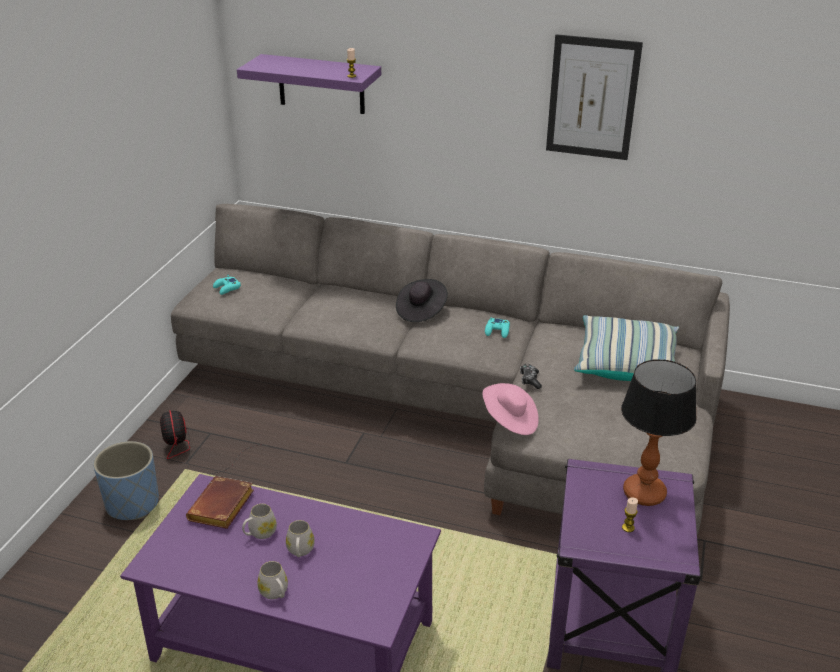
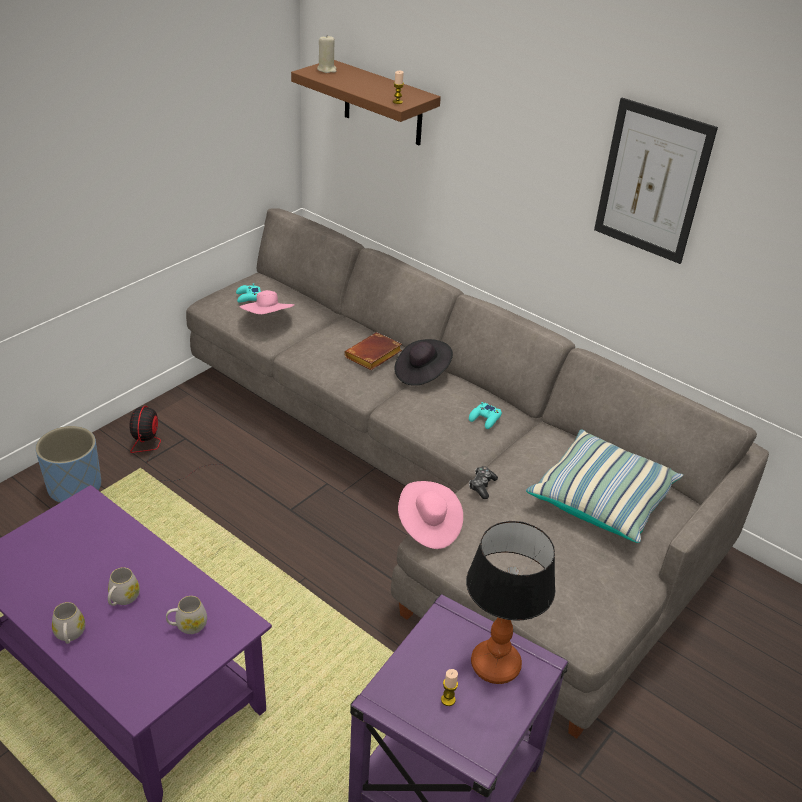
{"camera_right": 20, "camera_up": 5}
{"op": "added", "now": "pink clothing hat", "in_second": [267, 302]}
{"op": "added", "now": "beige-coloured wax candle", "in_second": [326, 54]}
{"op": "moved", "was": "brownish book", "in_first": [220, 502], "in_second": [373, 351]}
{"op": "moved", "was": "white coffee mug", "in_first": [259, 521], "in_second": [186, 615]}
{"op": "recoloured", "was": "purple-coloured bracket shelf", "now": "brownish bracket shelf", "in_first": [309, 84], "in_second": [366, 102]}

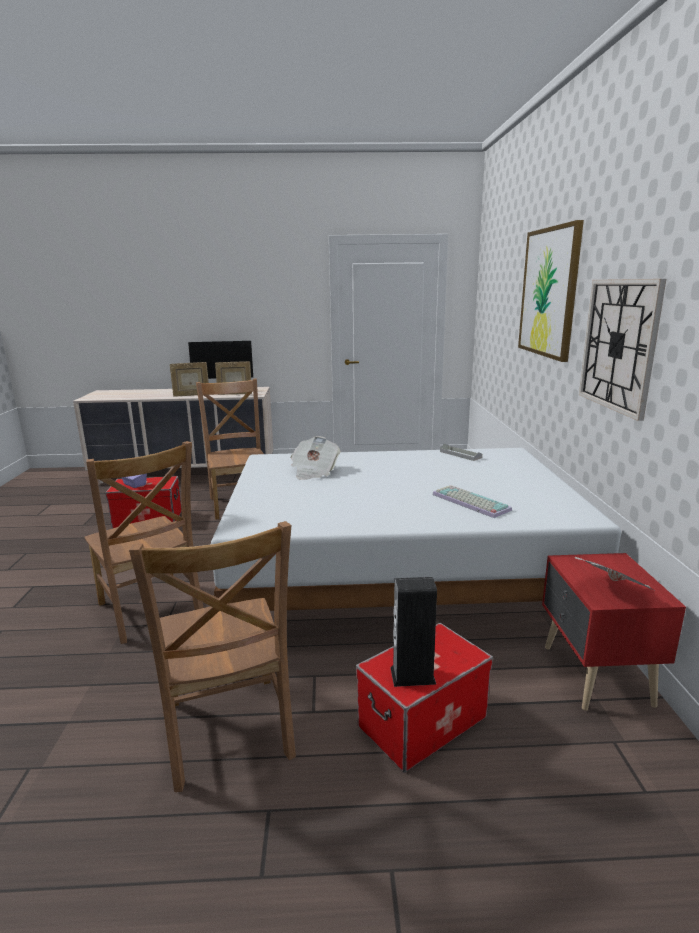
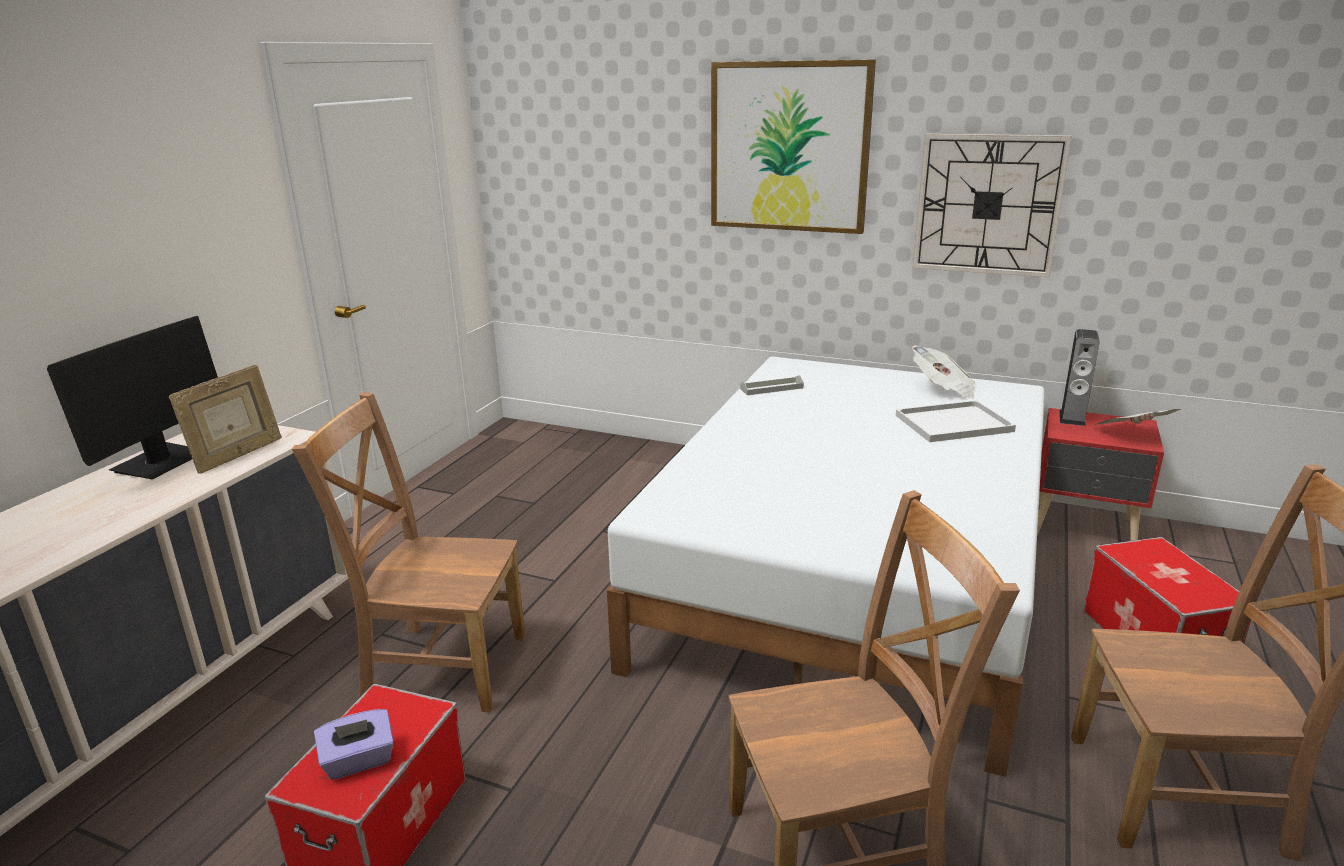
{"camera_right": -65, "camera_up": 5}
{"op": "removed", "was": "picture frame", "in_first": [189, 379]}
{"op": "moved", "was": "printed paper", "in_first": [315, 458], "in_second": [943, 372]}
{"op": "moved", "was": "audio speaker", "in_first": [413, 632], "in_second": [1080, 377]}
{"op": "replaced", "was": "keyboard", "now": "white serving tray", "in_first": [472, 501], "in_second": [956, 421]}

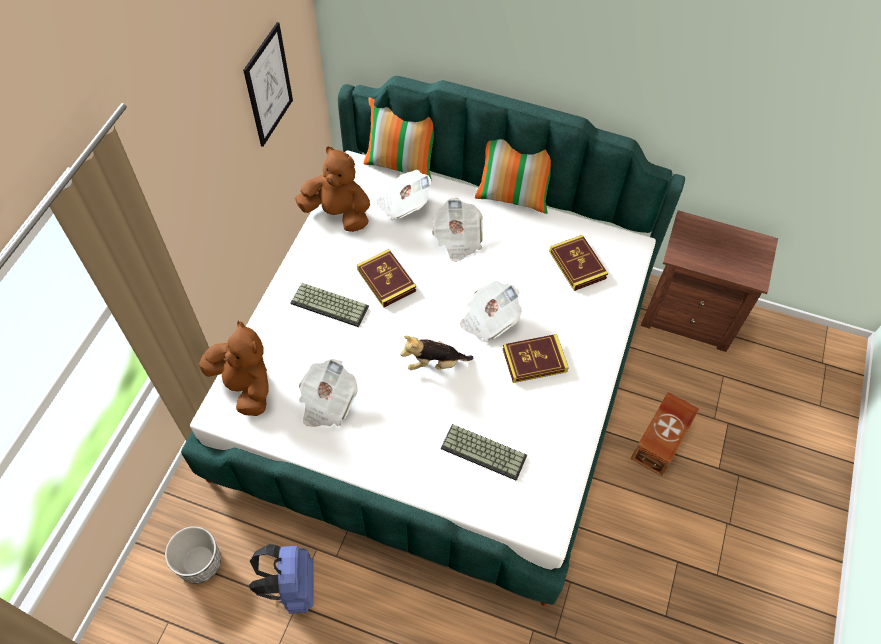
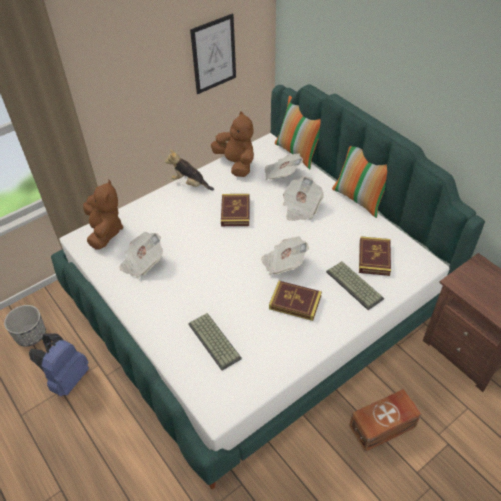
{"camera_right": 35, "camera_up": -10}
{"op": "moved", "was": "keyboard", "in_first": [330, 305], "in_second": [355, 285]}
{"op": "moved", "was": "soft toy", "in_first": [437, 353], "in_second": [189, 170]}

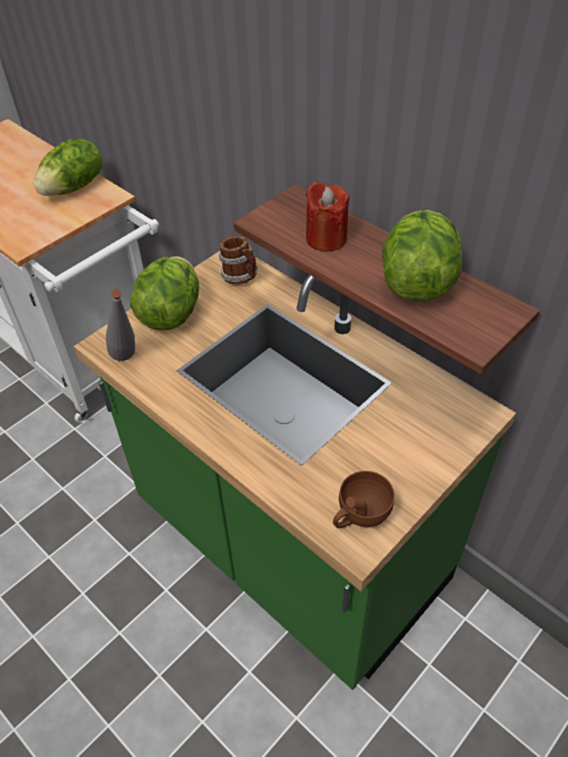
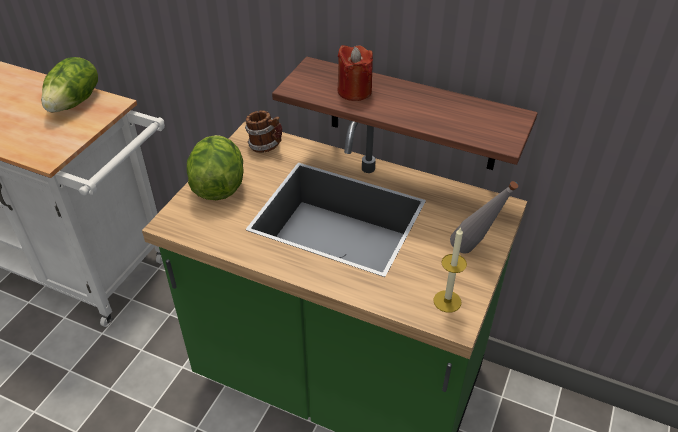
{"camera_right": -20, "camera_up": -5}
{"op": "removed", "was": "head of lettuce", "in_first": [422, 256]}
{"op": "moved", "was": "gray bottle", "in_first": [120, 325], "in_second": [484, 217]}
{"op": "replaced", "was": "brownish cup", "now": "wax candle", "in_first": [364, 499], "in_second": [450, 269]}

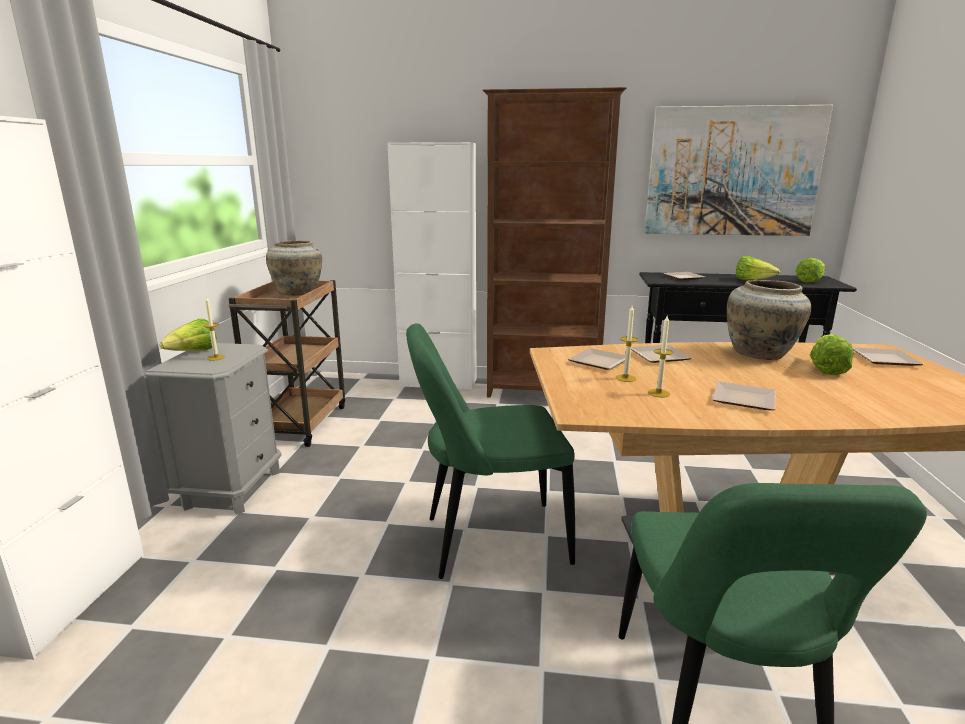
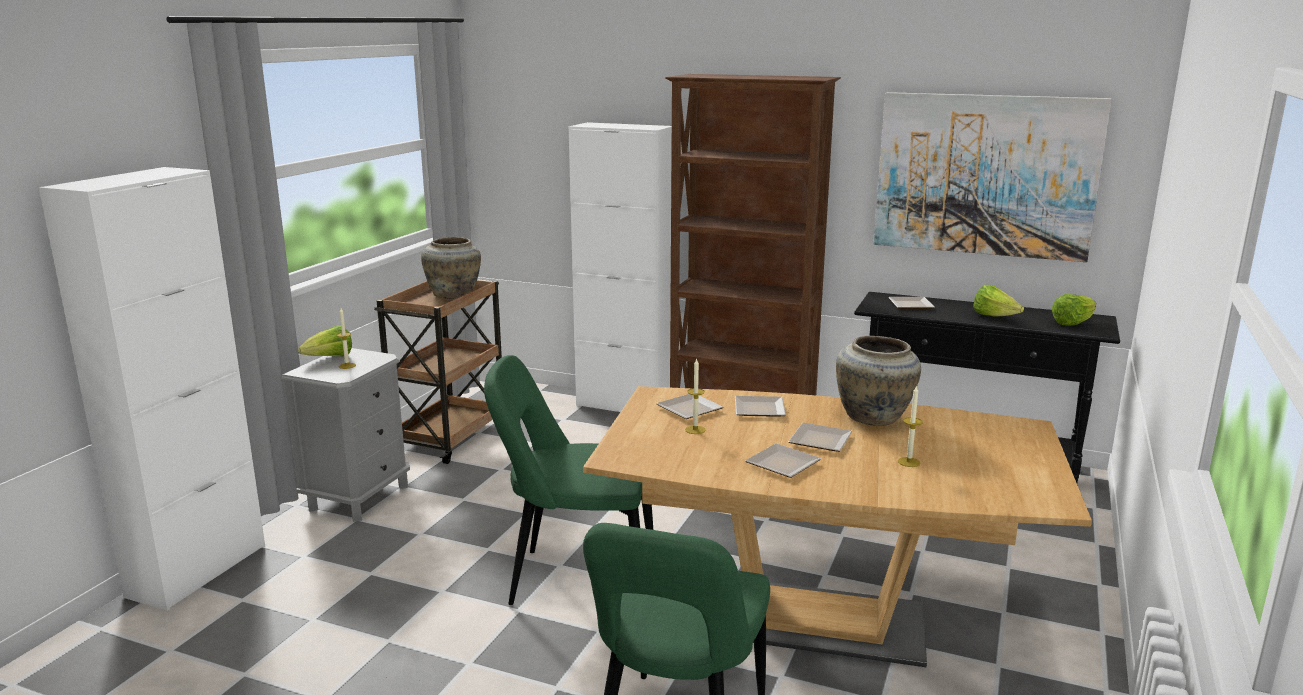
{"camera_right": 15, "camera_up": 0}
{"op": "removed", "was": "head of lettuce", "in_first": [831, 355]}
{"op": "moved", "was": "wax candle", "in_first": [660, 357], "in_second": [910, 426]}
{"op": "moved", "was": "plate", "in_first": [888, 356], "in_second": [820, 437]}

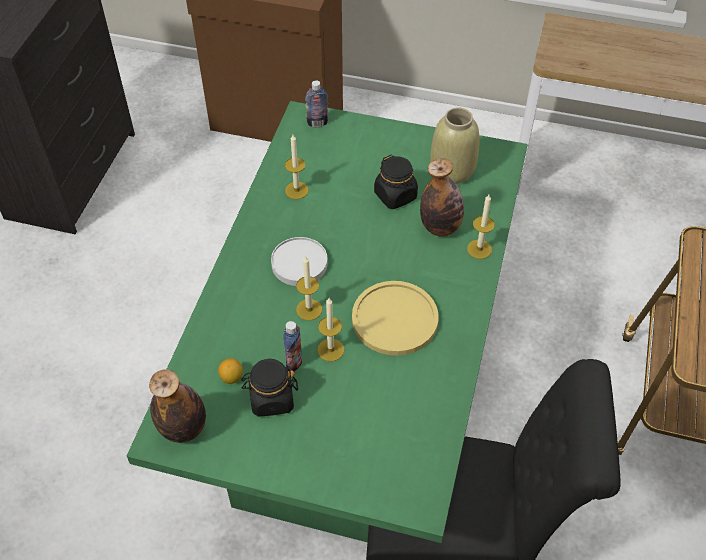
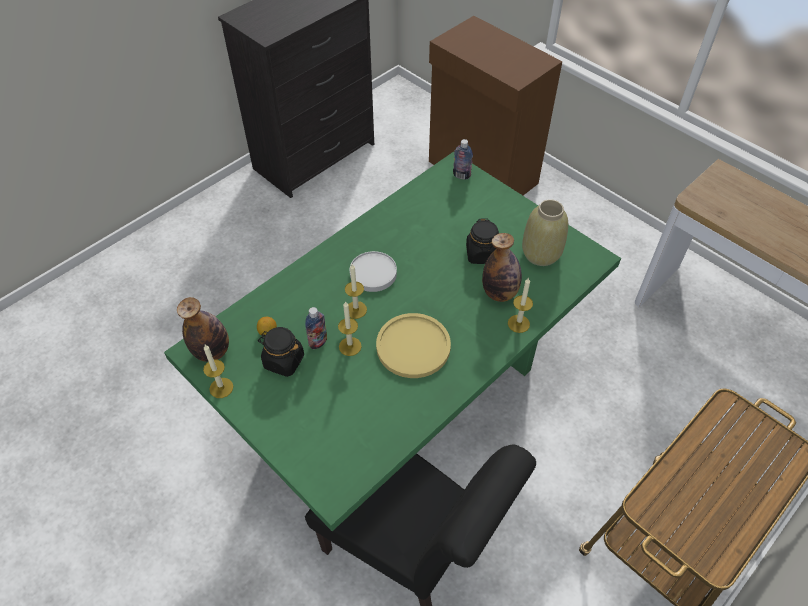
{"camera_right": 30, "camera_up": 0}
{"op": "moved", "was": "wax candle", "in_first": [297, 167], "in_second": [218, 371]}

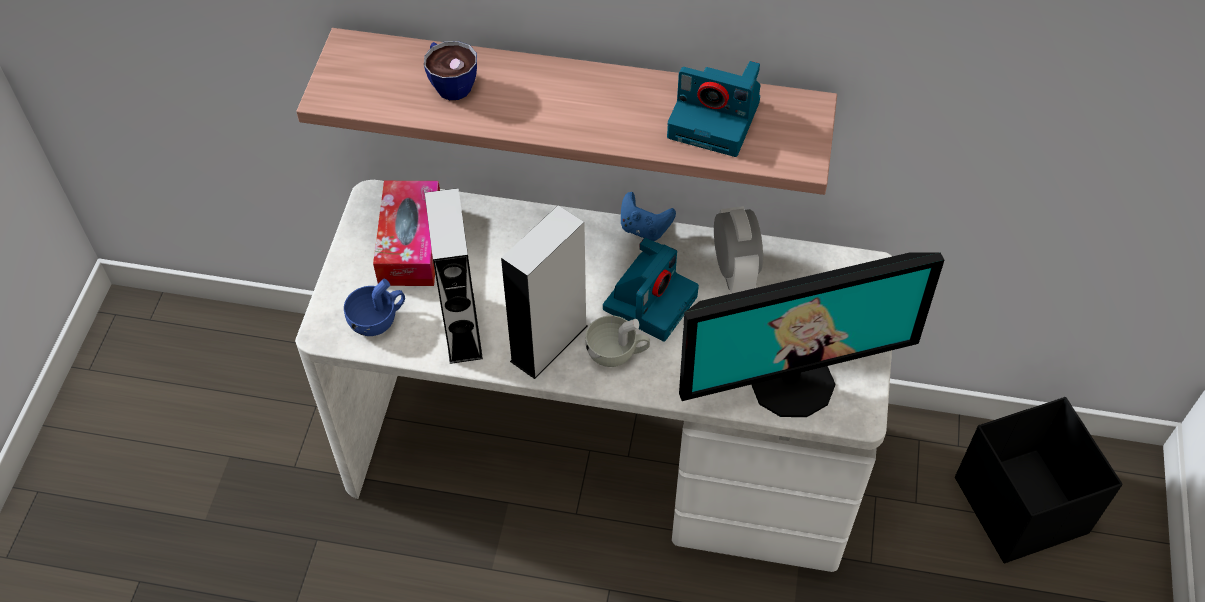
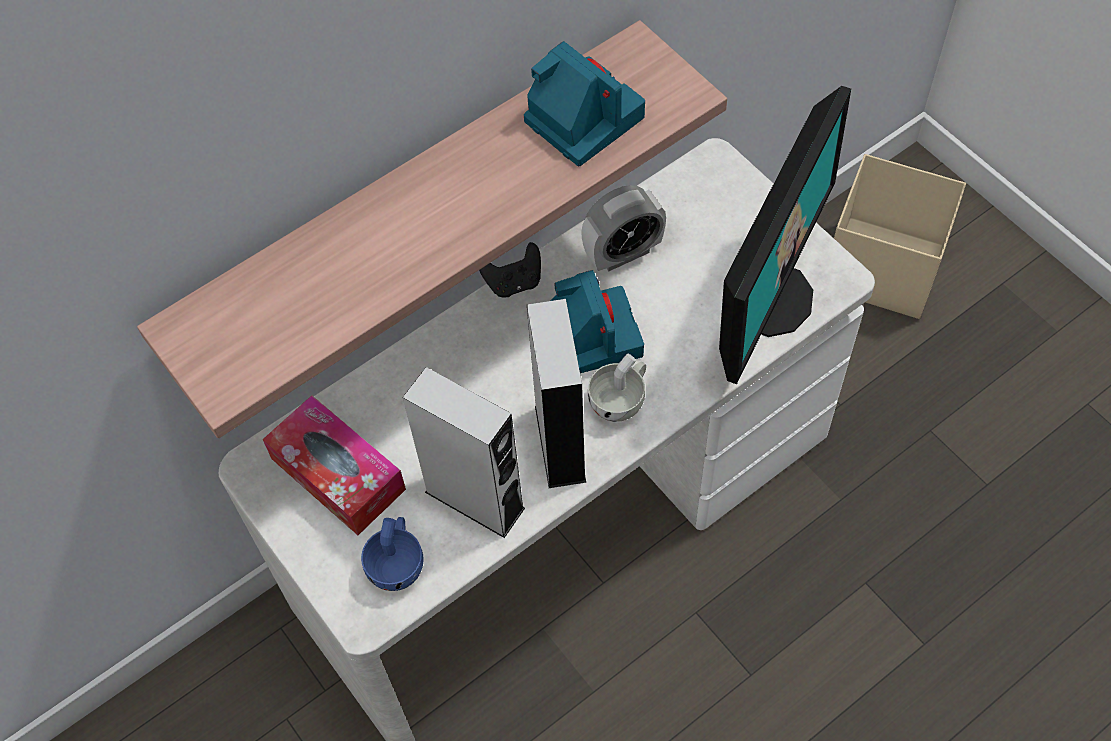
{"camera_right": -45, "camera_up": 5}
{"op": "removed", "was": "cup", "in_first": [450, 70]}
{"op": "recoloured", "was": "bluish game controller", "now": "black-coloured game controller", "in_first": [648, 216], "in_second": [510, 269]}
{"op": "recoloured", "was": "black-coloured storage box", "now": "beige-coloured storage box", "in_first": [1038, 480], "in_second": [900, 236]}
{"op": "turned", "was": "still camera", "in_first": [714, 109], "in_second": [584, 103], "clockwise": -105}
{"op": "turned", "was": "bedside clock", "in_first": [738, 250], "in_second": [623, 228], "clockwise": 120}

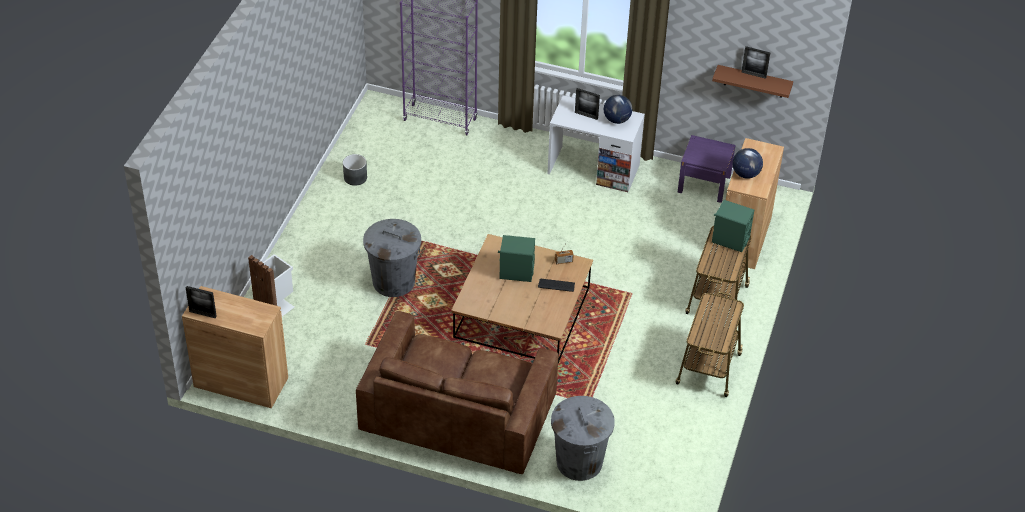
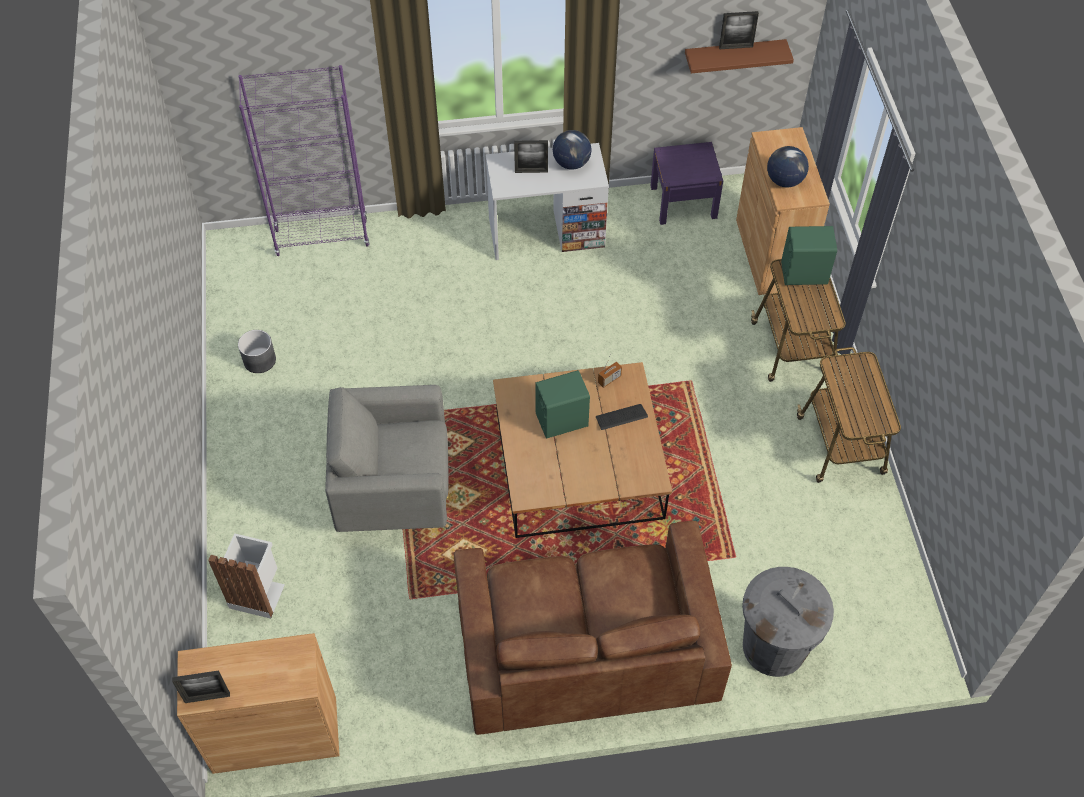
{"camera_right": -25, "camera_up": 10}
{"op": "replaced", "was": "gray trash can", "now": "gray easy chair", "in_first": [392, 258], "in_second": [387, 458]}

